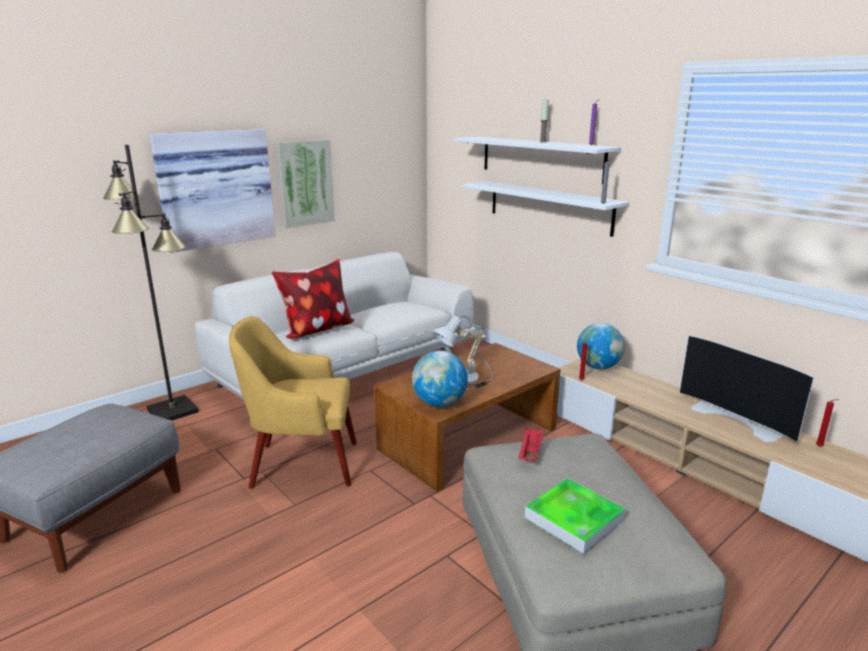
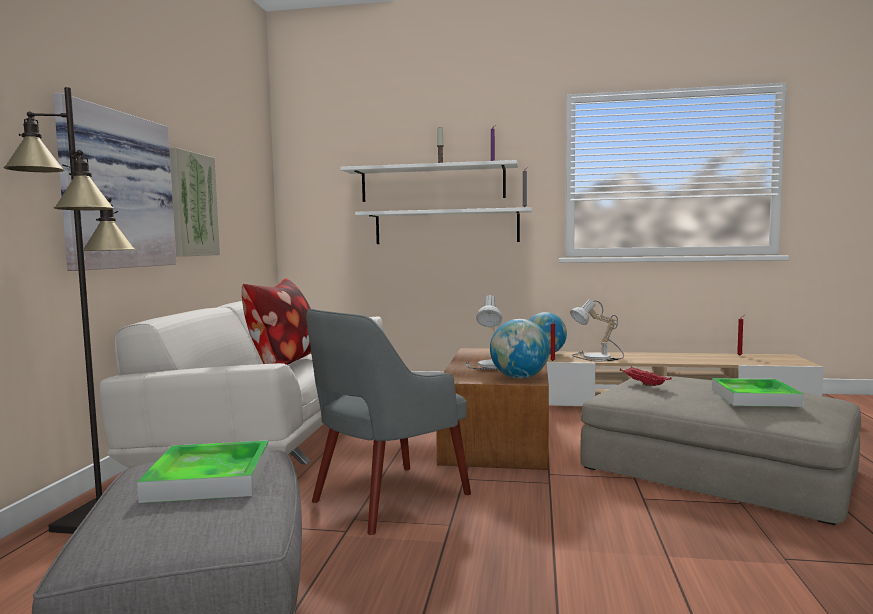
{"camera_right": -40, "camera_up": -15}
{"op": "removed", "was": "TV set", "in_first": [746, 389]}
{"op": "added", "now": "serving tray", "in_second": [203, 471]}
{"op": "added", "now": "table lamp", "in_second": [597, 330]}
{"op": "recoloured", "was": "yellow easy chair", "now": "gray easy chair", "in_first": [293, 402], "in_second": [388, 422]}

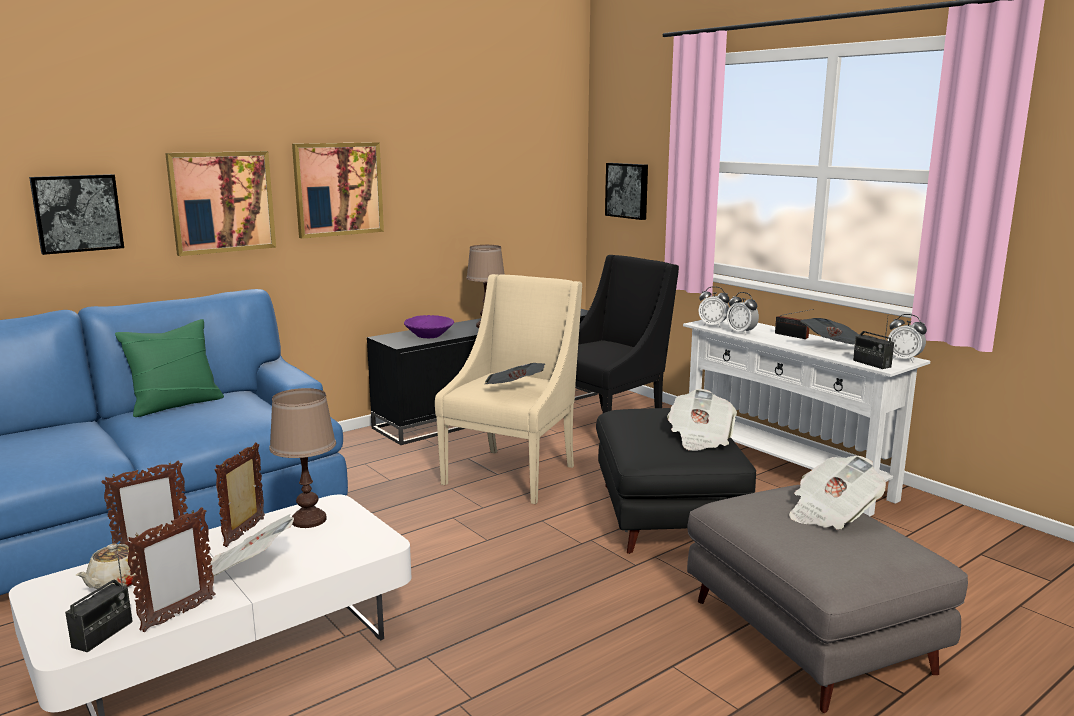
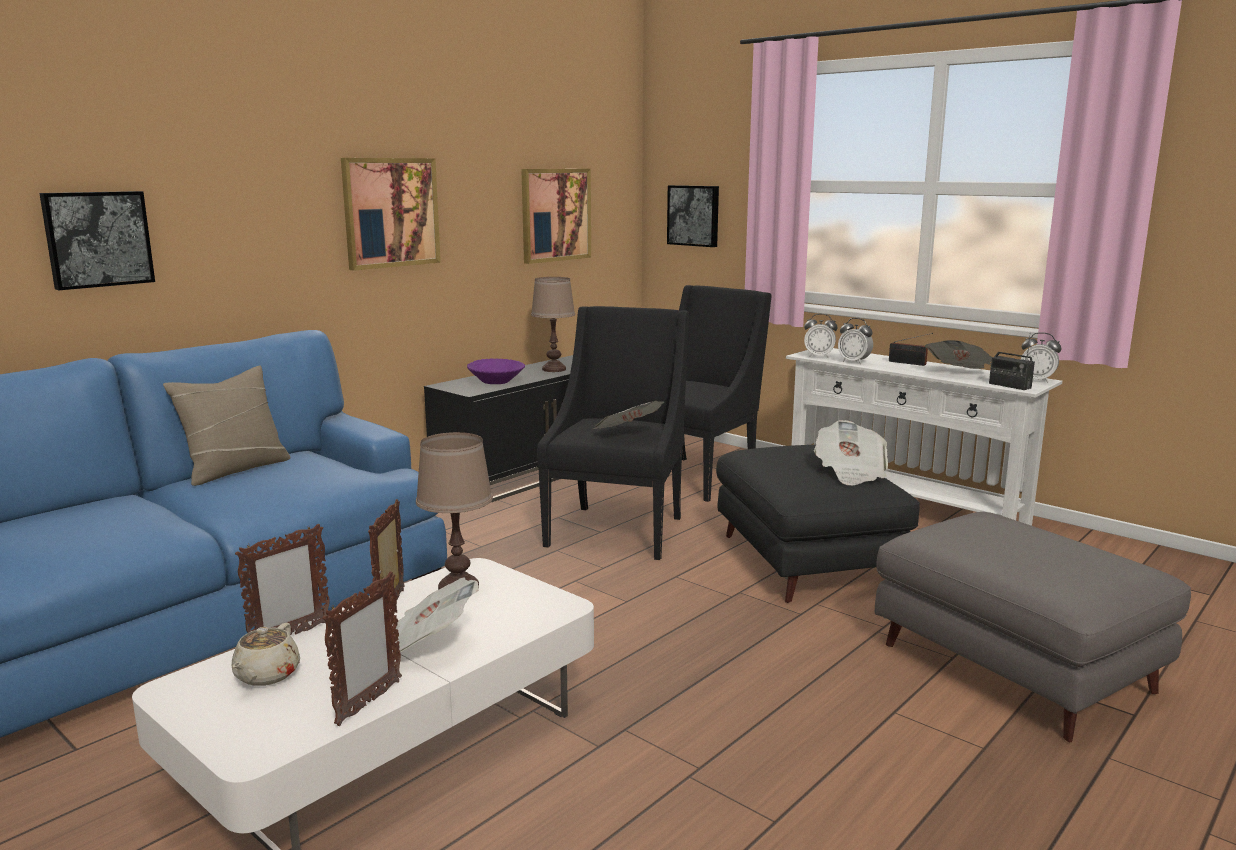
{"camera_right": -10, "camera_up": 0}
{"op": "removed", "was": "radio receiver", "in_first": [99, 600]}
{"op": "removed", "was": "printed paper", "in_first": [837, 492]}
{"op": "moved", "was": "wall picture", "in_first": [220, 203], "in_second": [556, 216]}
{"op": "recoloured", "was": "greenish pillow", "now": "beige-coloured pillow", "in_first": [169, 368], "in_second": [227, 426]}
{"op": "recoloured", "was": "beige-coloured easy chair", "now": "black-coloured easy chair", "in_first": [508, 389], "in_second": [613, 433]}

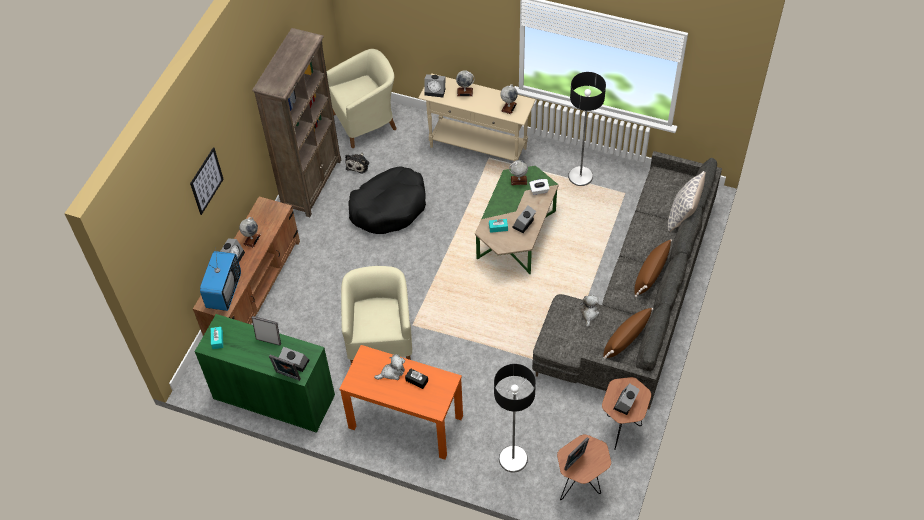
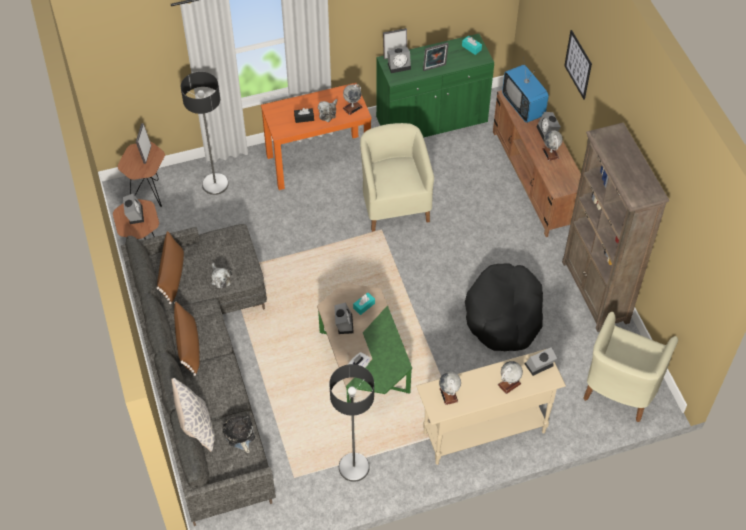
{"camera_right": 140, "camera_up": 0}
{"op": "moved", "was": "soft toy", "in_first": [357, 163], "in_second": [238, 434]}
{"op": "moved", "was": "desk globe", "in_first": [518, 172], "in_second": [352, 99]}
{"op": "turned", "was": "beige-coloured easy chair", "in_first": [376, 315], "in_second": [397, 177], "clockwise": -150}

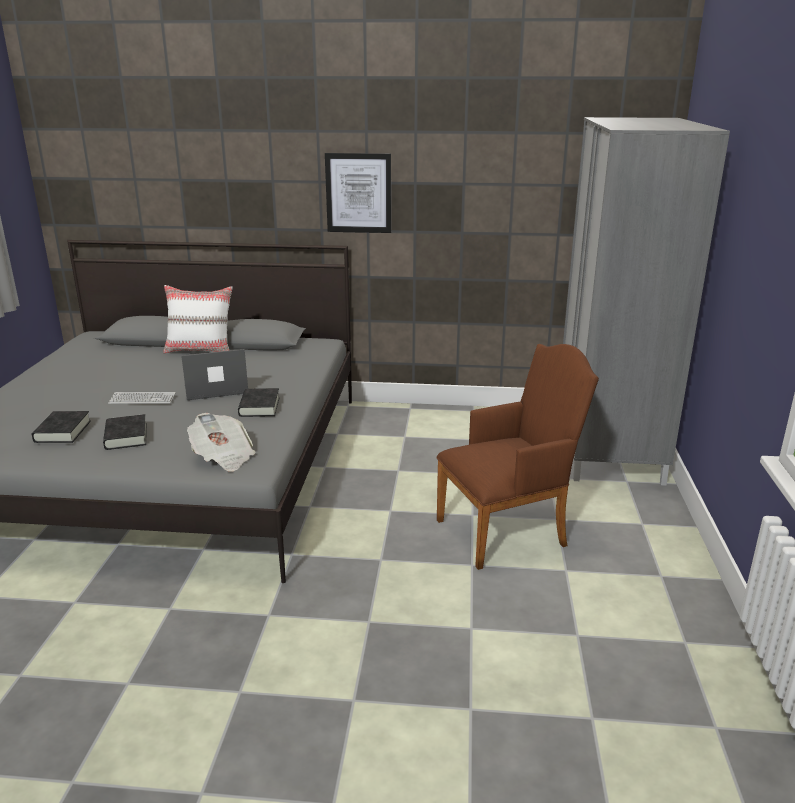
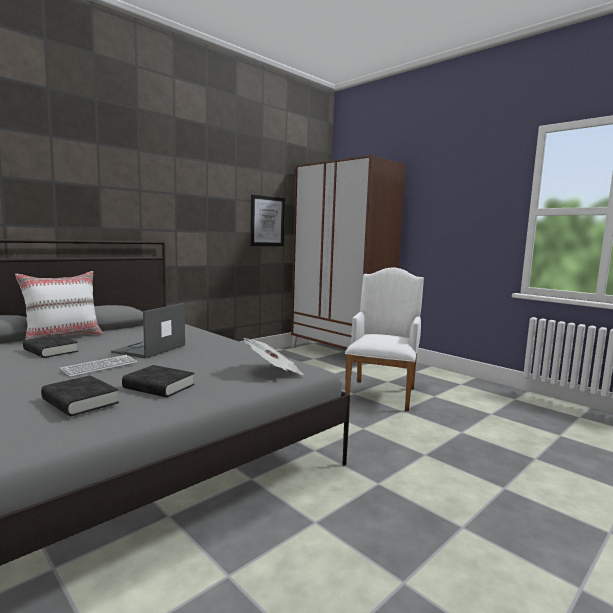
{"camera_right": -50, "camera_up": -15}
{"op": "moved", "was": "black-coloured book", "in_first": [259, 402], "in_second": [50, 346]}
{"op": "moved", "was": "wall picture", "in_first": [358, 193], "in_second": [267, 220]}
{"op": "recoloured", "was": "brownish easy chair", "now": "white easy chair", "in_first": [518, 457], "in_second": [384, 339]}
{"op": "recoloured", "was": "gray armoire", "now": "brownish armoire", "in_first": [646, 301], "in_second": [348, 252]}

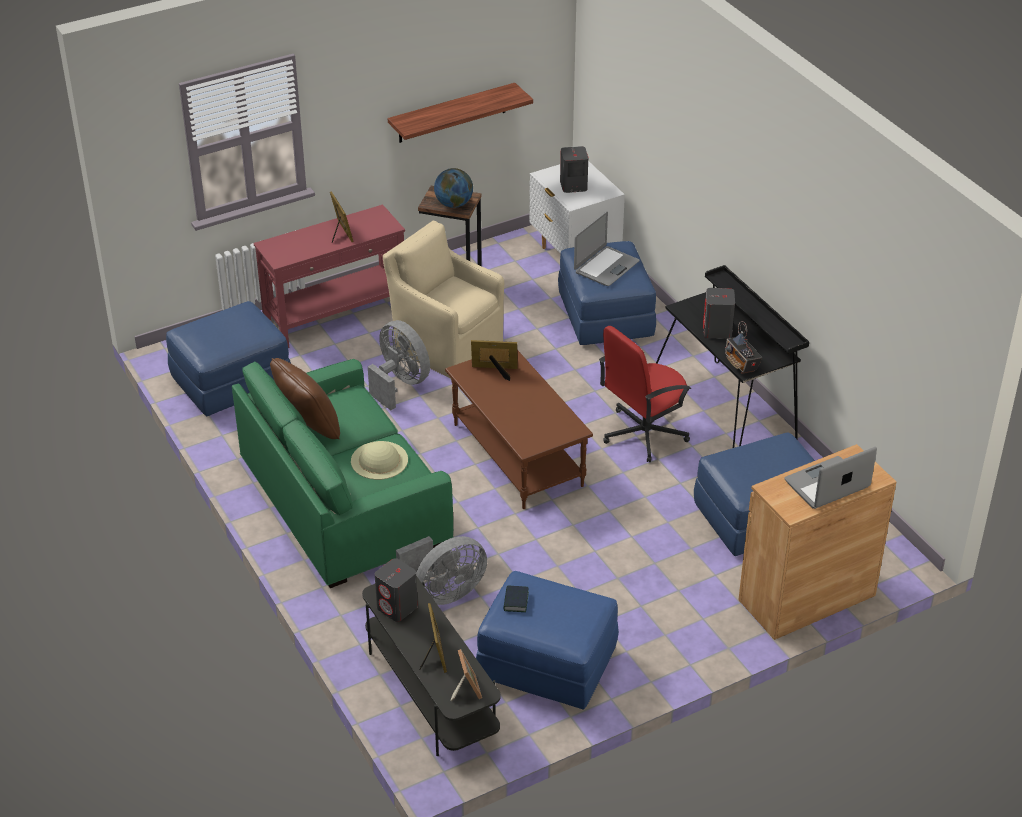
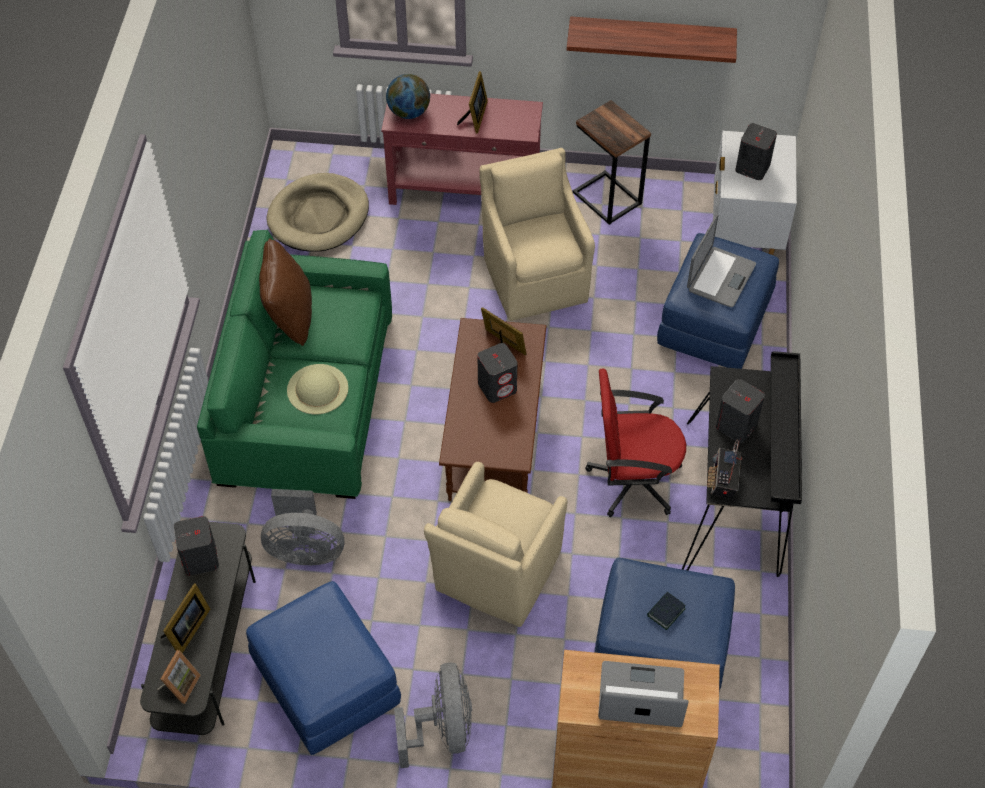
{"camera_right": 35, "camera_up": 15}
{"op": "added", "now": "beige-coloured easy chair", "in_second": [496, 544]}
{"op": "added", "now": "gray audio speaker", "in_second": [498, 373]}
{"op": "moved", "was": "gray fan", "in_first": [399, 365], "in_second": [433, 715]}
{"op": "moved", "was": "desk globe", "in_first": [453, 188], "in_second": [408, 96]}
{"op": "moved", "was": "book", "in_first": [516, 598], "in_second": [666, 611]}
{"op": "replaced", "was": "bluish pouffe", "now": "beige-coloured dog bed", "in_first": [228, 358], "in_second": [318, 212]}
{"op": "turned", "was": "portable computer", "in_first": [607, 249], "in_second": [721, 261], "clockwise": -45}

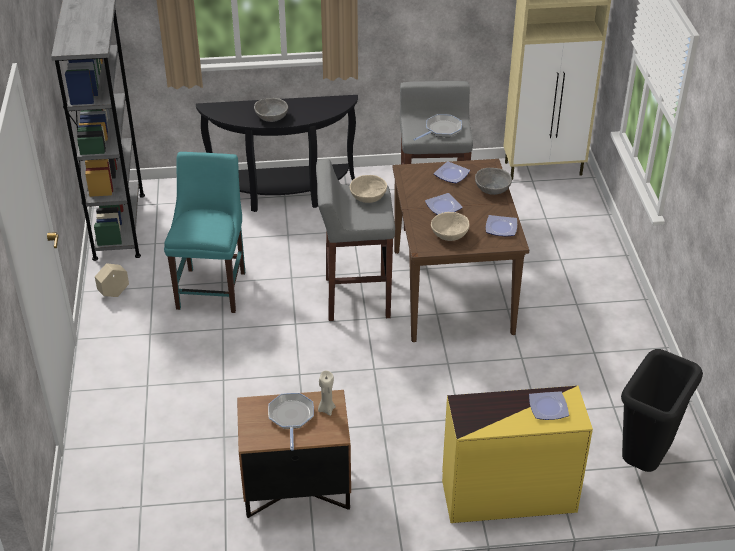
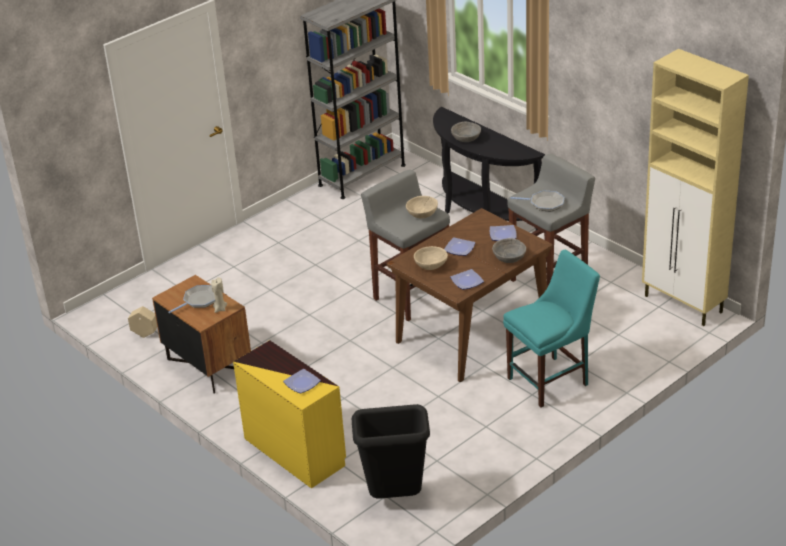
{"camera_right": 55, "camera_up": -5}
{"op": "moved", "was": "beige-coloured flower pot", "in_first": [112, 280], "in_second": [142, 322]}
{"op": "moved", "was": "turquoise plain chair", "in_first": [204, 232], "in_second": [551, 328]}

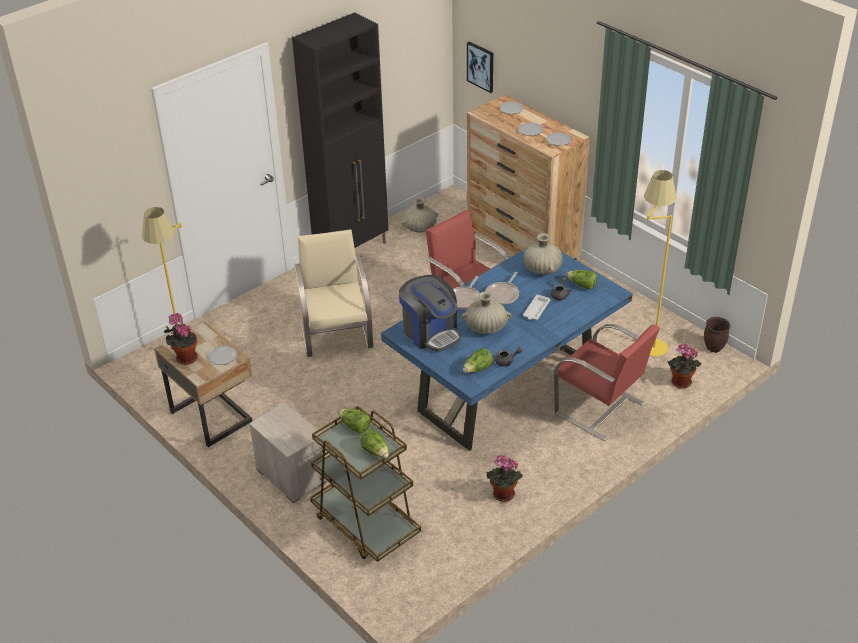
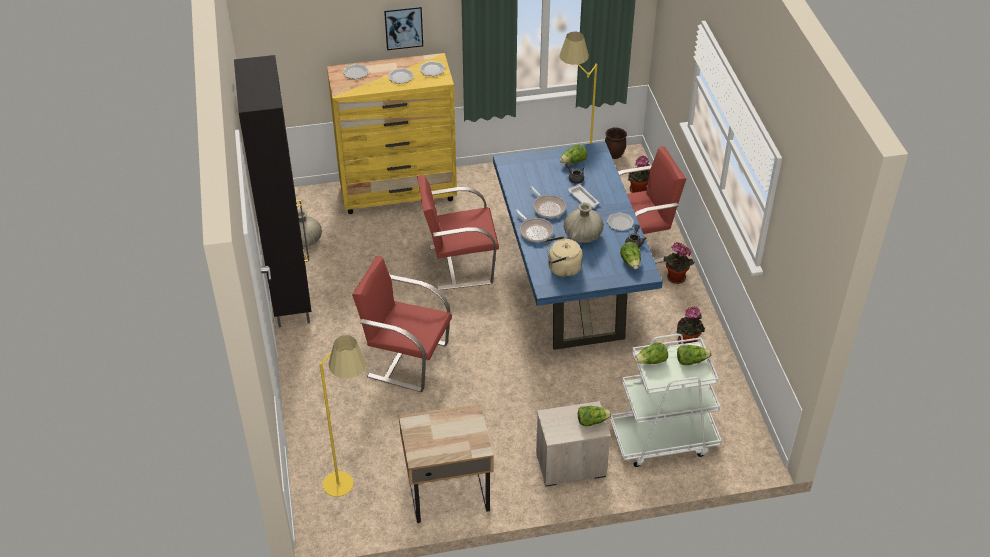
{"camera_right": -60, "camera_up": 5}
{"op": "removed", "was": "beige-coloured flower vase", "in_first": [543, 253]}
{"op": "added", "now": "head of lettuce", "in_second": [595, 416]}
{"op": "moved", "was": "potted plant", "in_first": [181, 339], "in_second": [678, 263]}
{"op": "moved", "was": "plate", "in_first": [223, 355], "in_second": [620, 221]}
{"op": "moved", "was": "wall picture", "in_first": [480, 67], "in_second": [403, 27]}
{"op": "replaced", "was": "coffee maker", "now": "beige-coloured tea kettle", "in_first": [430, 313], "in_second": [564, 256]}
{"op": "recoloured", "was": "beige-coloured plain chair", "now": "reddish plain chair", "in_first": [333, 293], "in_second": [402, 324]}
{"op": "recoloured", "was": "brownish cart", "now": "white cart", "in_first": [365, 484], "in_second": [666, 400]}
{"op": "recoloured", "was": "brownish dresser", "now": "yellow dresser", "in_first": [528, 177], "in_second": [392, 133]}

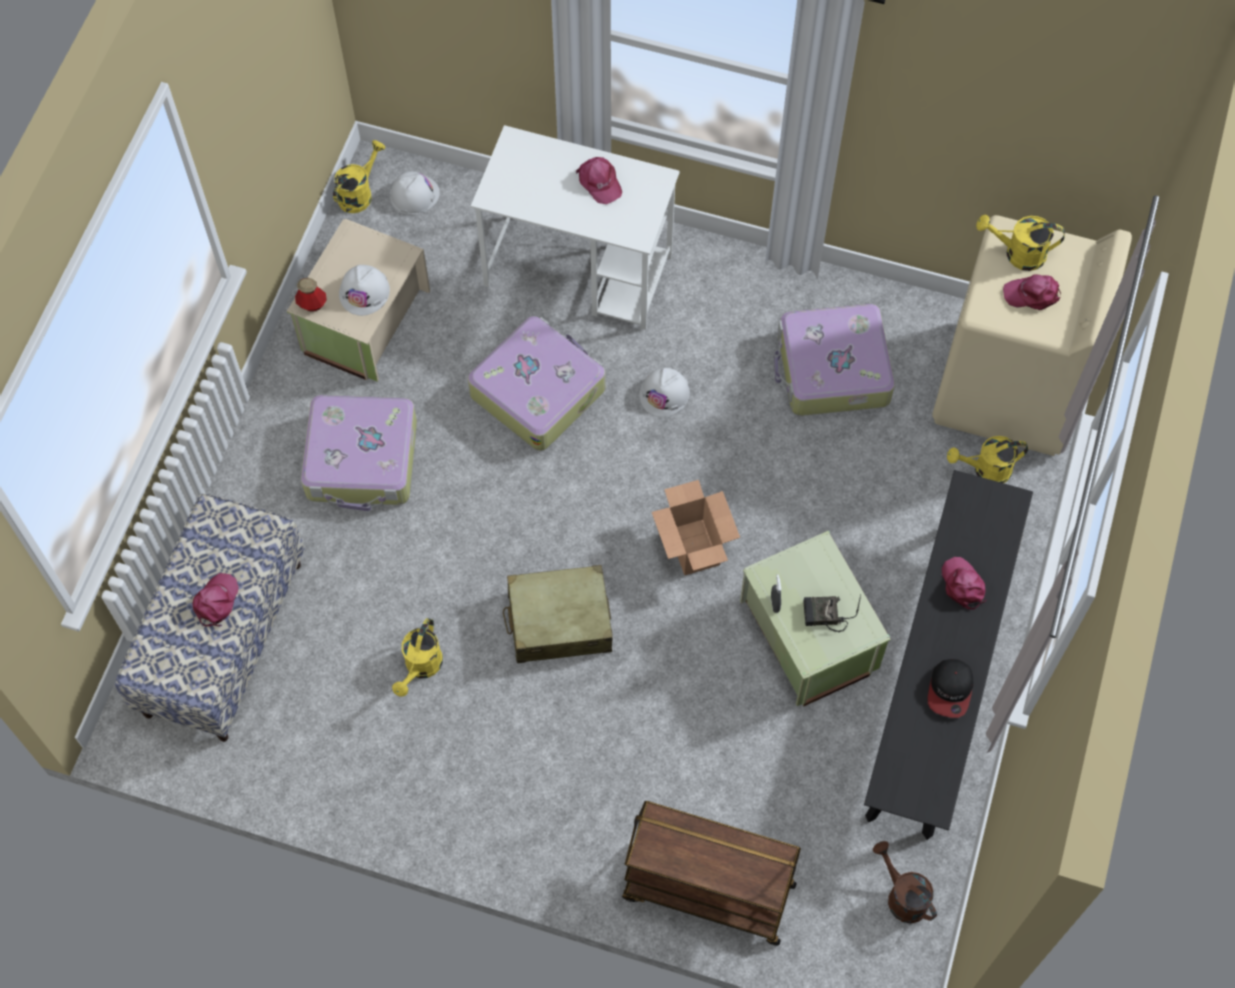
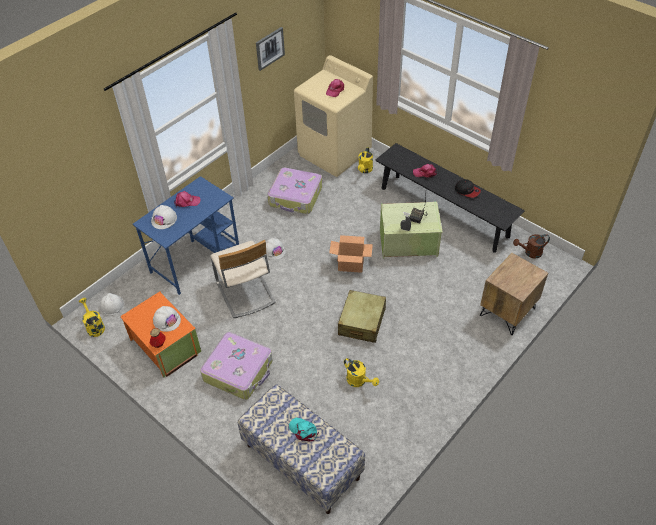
{"camera_right": -65, "camera_up": -15}
{"op": "removed", "was": "yellow sprinkling can", "in_first": [1020, 242]}
{"op": "added", "now": "white work helmet", "in_second": [164, 217]}
{"op": "added", "now": "wall picture", "in_second": [270, 49]}
{"op": "replaced", "was": "suitcase", "now": "beige-coloured plain chair", "in_first": [536, 383], "in_second": [243, 279]}
{"op": "replaced", "was": "brownish cart", "now": "brownish night table", "in_first": [711, 873], "in_second": [514, 294]}
{"op": "recoloured", "was": "pink cap", "now": "turquoise cap", "in_first": [216, 599], "in_second": [304, 430]}
{"op": "recoloured", "was": "beige-coloured storage box", "now": "orangey storage box", "in_first": [358, 300], "in_second": [161, 334]}
{"op": "recoloured", "was": "white desk unit", "now": "bluish desk unit", "in_first": [575, 227], "in_second": [186, 235]}

